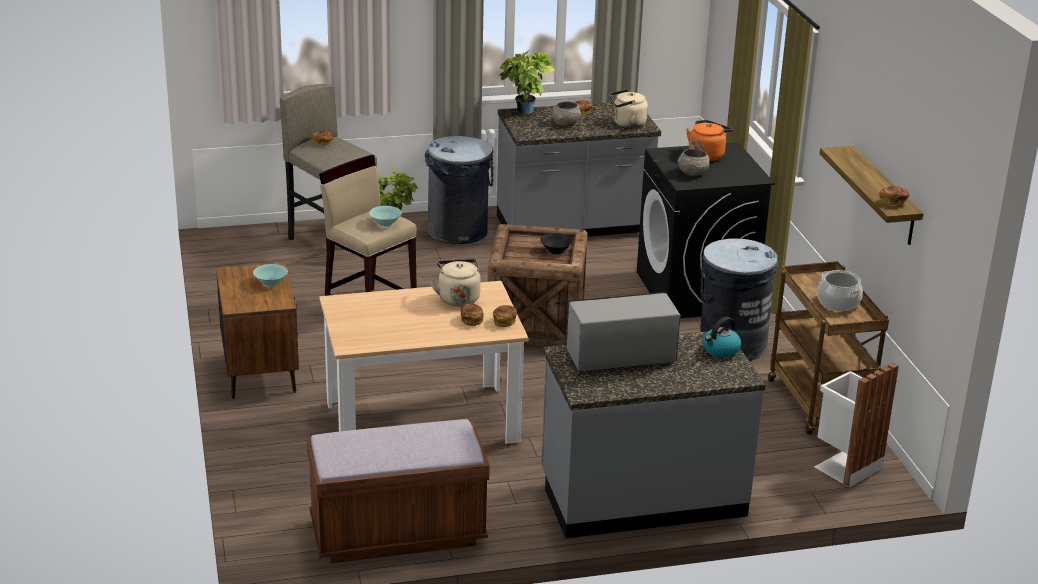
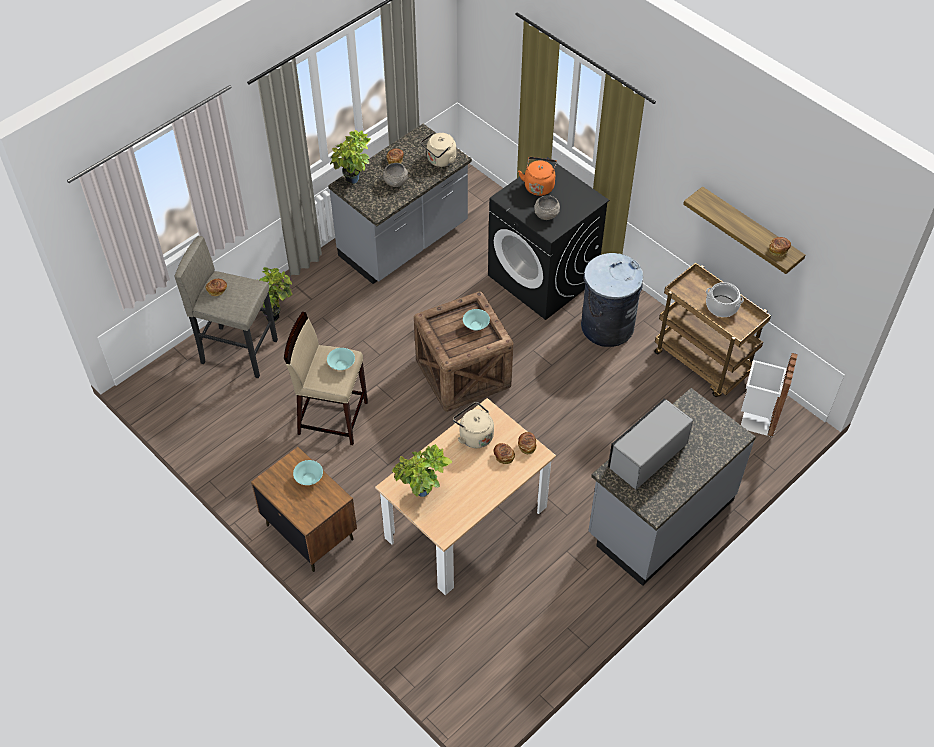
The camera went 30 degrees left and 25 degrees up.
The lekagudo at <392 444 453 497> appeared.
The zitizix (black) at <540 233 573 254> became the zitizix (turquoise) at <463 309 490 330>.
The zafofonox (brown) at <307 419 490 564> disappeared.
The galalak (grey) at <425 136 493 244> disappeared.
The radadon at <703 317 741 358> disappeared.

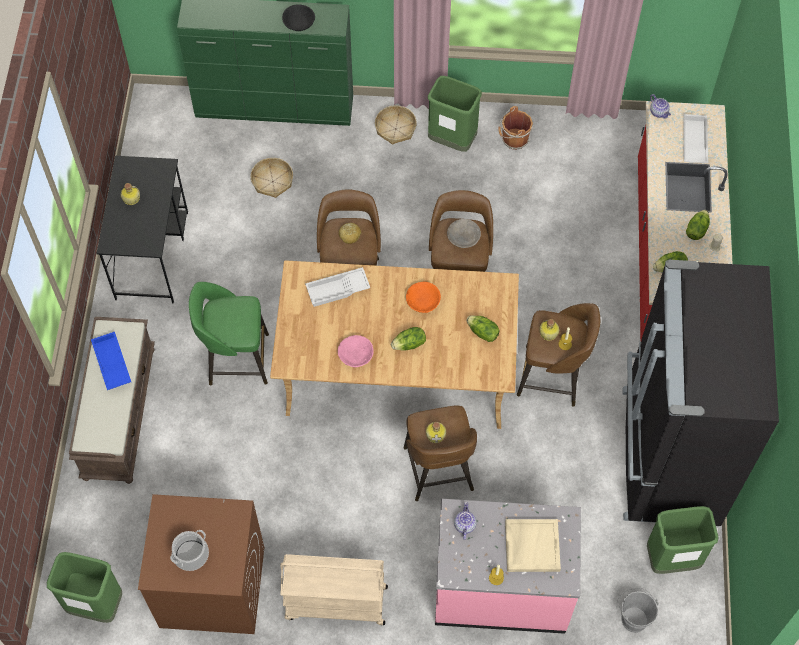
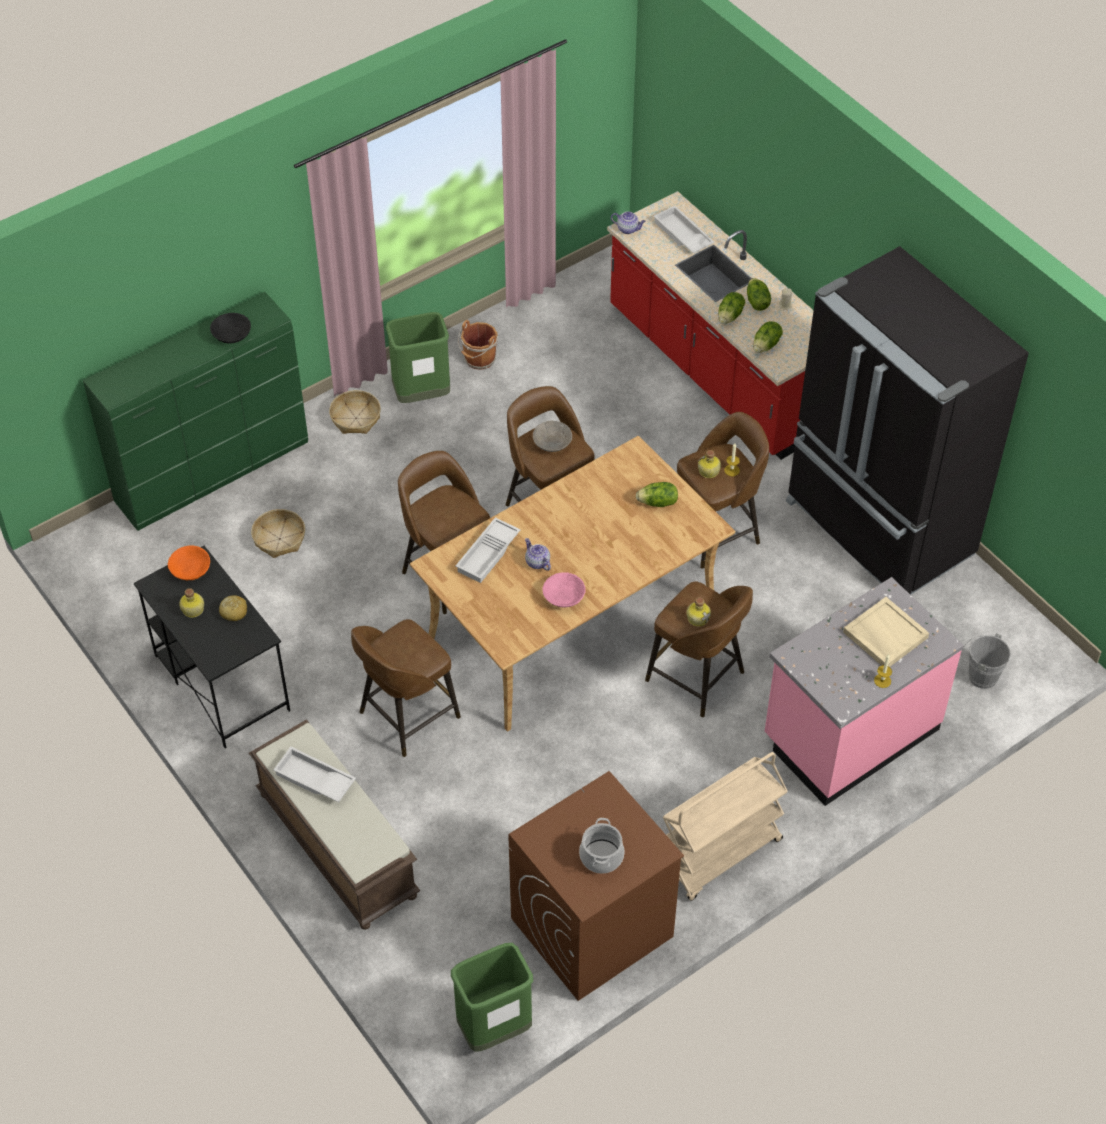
The camera went 40 degrees left and 10 degrees down.
The zitizix (orange) moved from <406 282 441 313> to <168 545 210 580>.
The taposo moved from <339 223 361 244> to <219 595 247 621>.
The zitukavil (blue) at <91 332 131 390> became the zitukavil (white) at <273 747 356 802>.
The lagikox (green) at <189 282 269 386> became the lagikox (brown) at <351 619 461 757>.
The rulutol moved from <454 502 477 540> to <525 538 551 571>.
The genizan moved from <391 327 426 351> to <718 292 745 324>.
The galalak (green) at <647 506 719 574> disappeared.

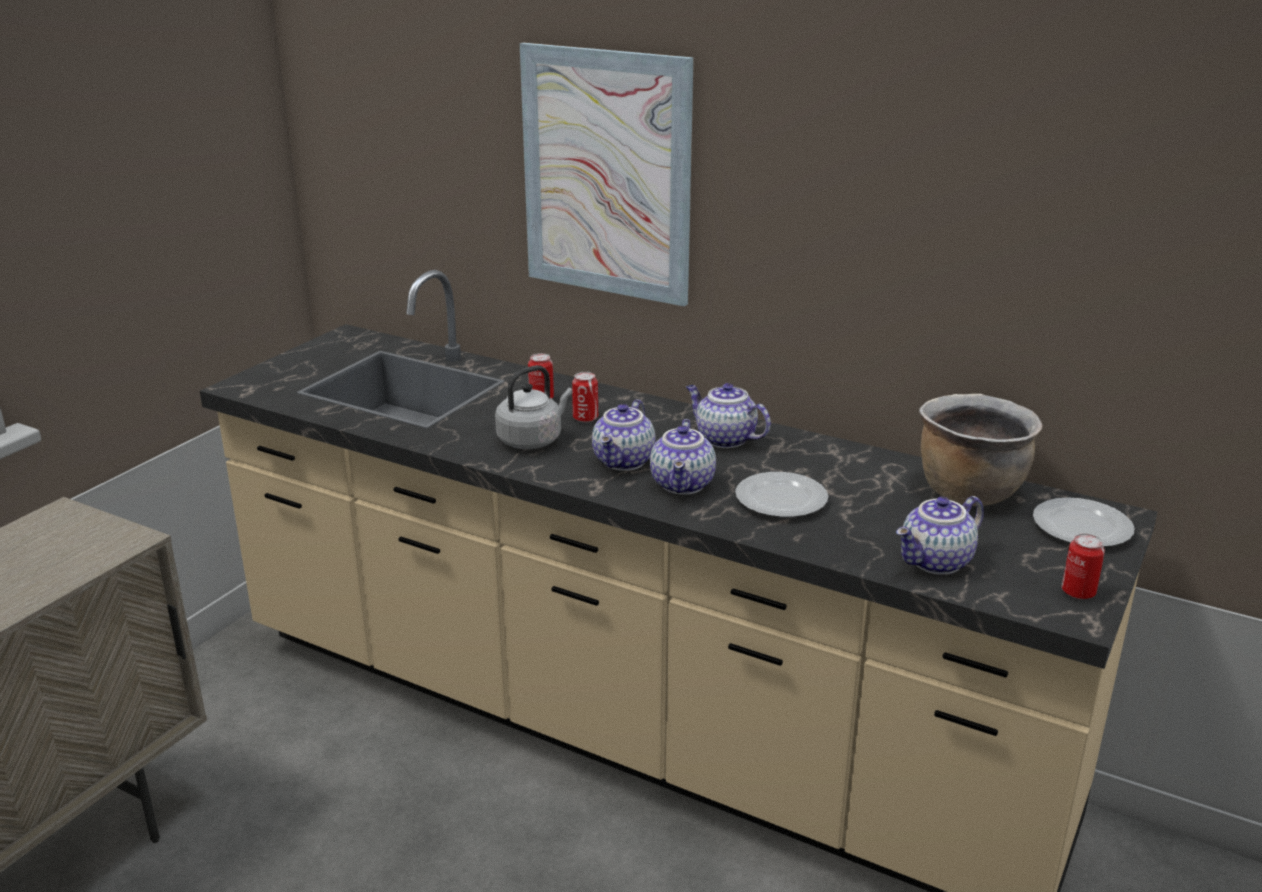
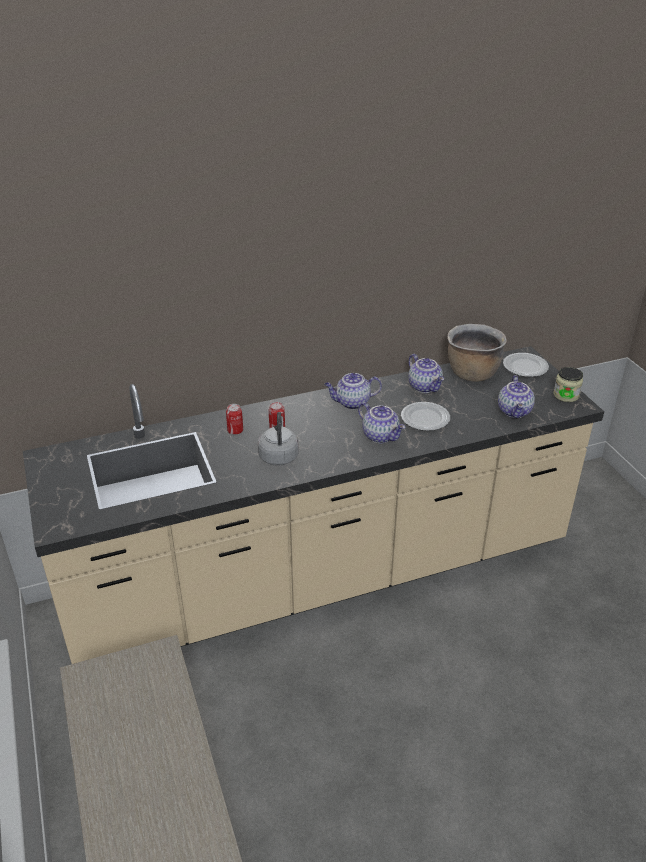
The camera went 50 degrees left and 10 degrees up.
The rulutol moved from <592 399 655 471> to <408 354 444 393>.
The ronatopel at <1061 534 1105 599> was replaced by the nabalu at <553 367 583 402>.
The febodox at <520 43 694 307> disappeared.

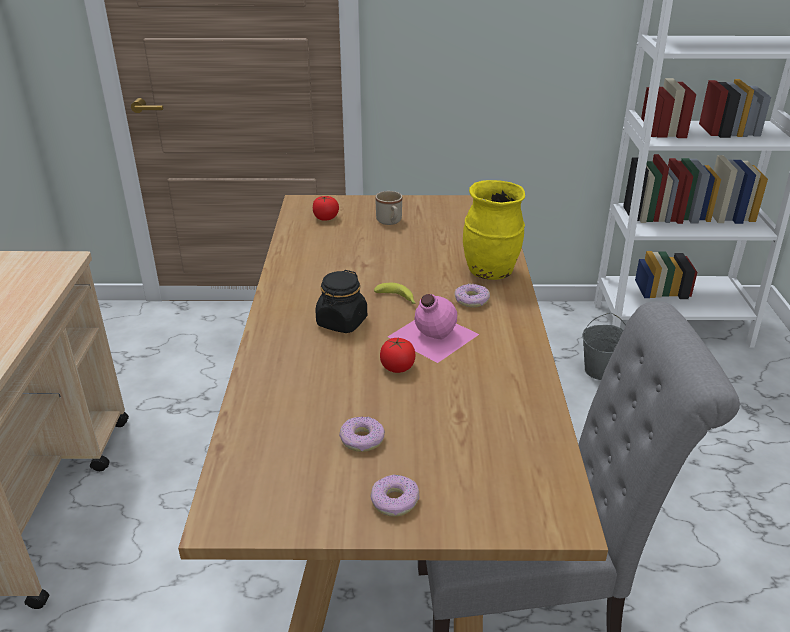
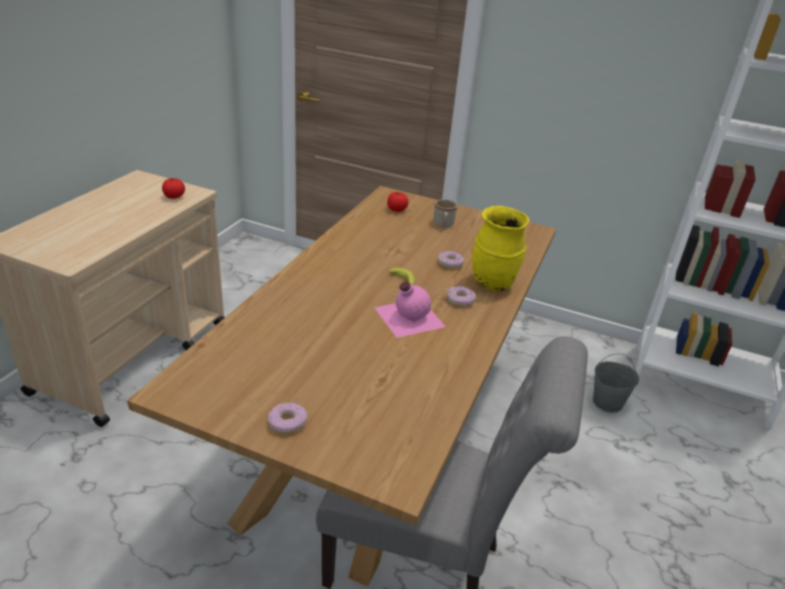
The camera went 20 degrees right and 0 degrees up.
The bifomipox moved from <380 337 415 373> to <162 178 185 199>.
The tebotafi moved from <339 417 385 452> to <438 251 464 269>.
The nabalu (black) at <315 270 367 333> disappeared.

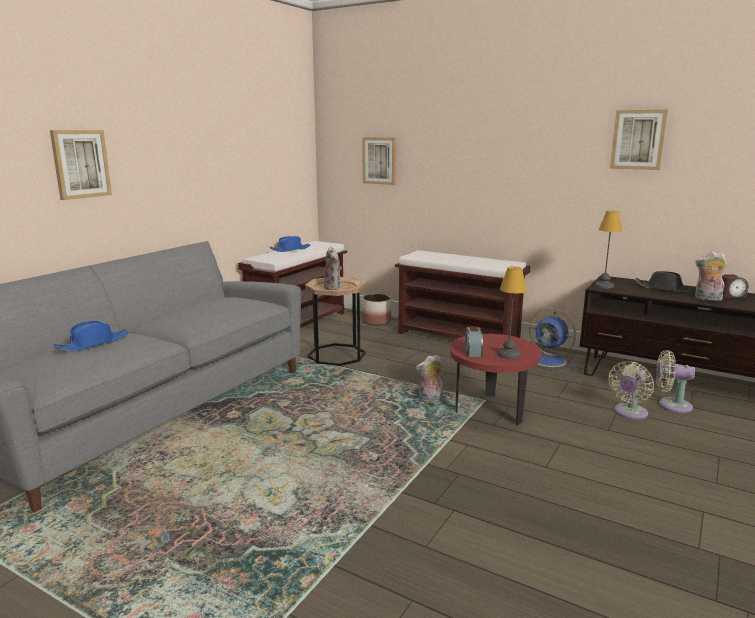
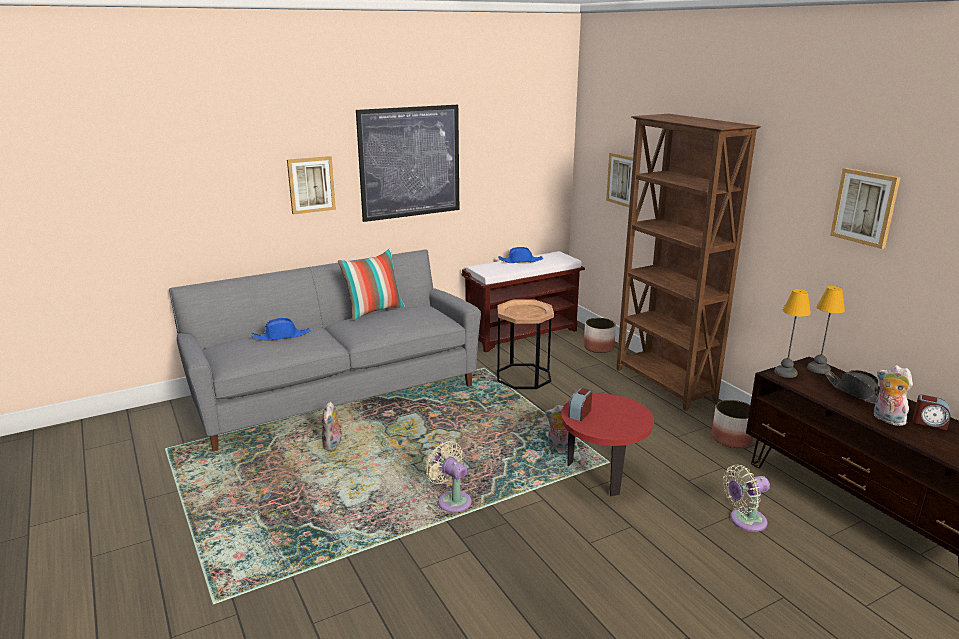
The camera went 30 degrees right and 5 degrees up.
The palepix moved from <324 246 342 290> to <322 402 343 451>.
The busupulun at <338 248 405 321> appeared.
The febodox at <356 105 459 222> appeared.
The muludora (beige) moved from <656 350 695 413> to <425 441 472 513>.
The zafofonox (brown) at <395 250 530 339> was replaced by the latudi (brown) at <616 114 761 411>.
The muludora (blue) at <529 308 576 371> was replaced by the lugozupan at <712 400 753 448>.
The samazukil moved from <498 267 527 359> to <807 286 845 374>.

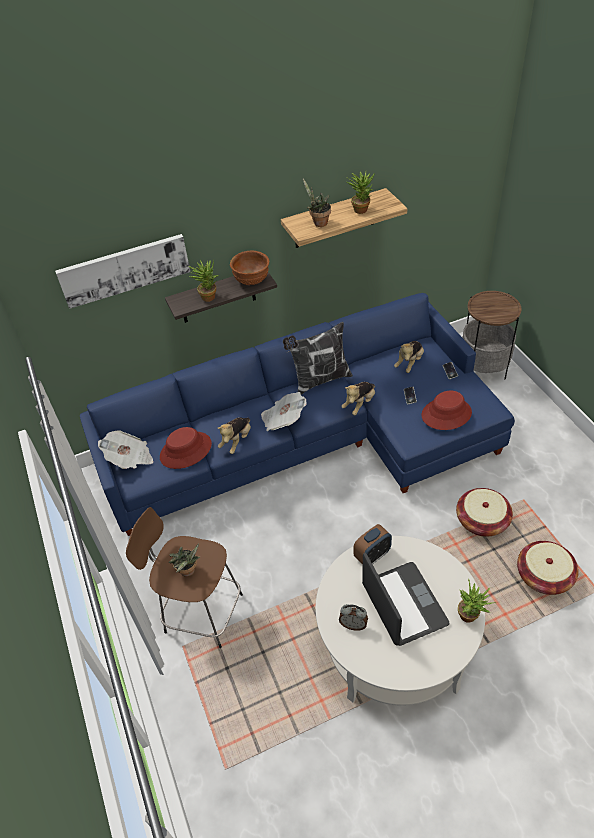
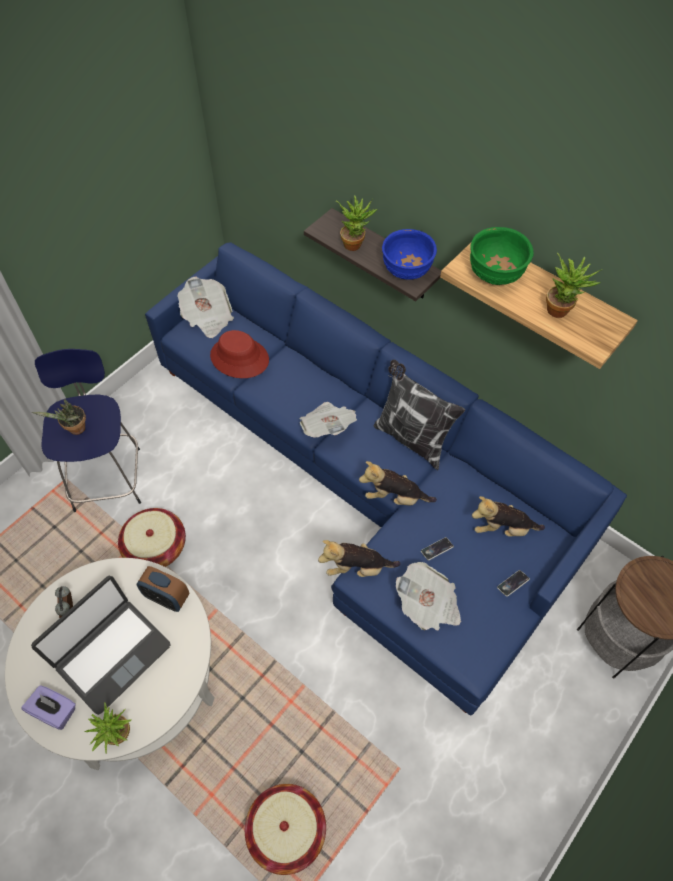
The camera went 60 degrees right and 10 degrees up.
The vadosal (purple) at <21 685 76 730> appeared.
The lagikox (brown) at <126 507 243 648> became the lagikox (blue) at <35 349 141 512>.
The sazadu moved from <456 488 513 537> to <118 508 186 567>.
The palepix moved from <218 417 251 454> to <318 540 401 577>.
The zitizix (brown) at <230 250 269 285> became the zitizix (blue) at <382 229 437 280>.
The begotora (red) at <421 391 472 430> was replaced by the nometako at <396 562 461 630>.
The lekagudo at <303 178 331 227> was replaced by the zitizix (green) at <470 227 533 285>.
The febodox at <55 234 190 309> disappeared.

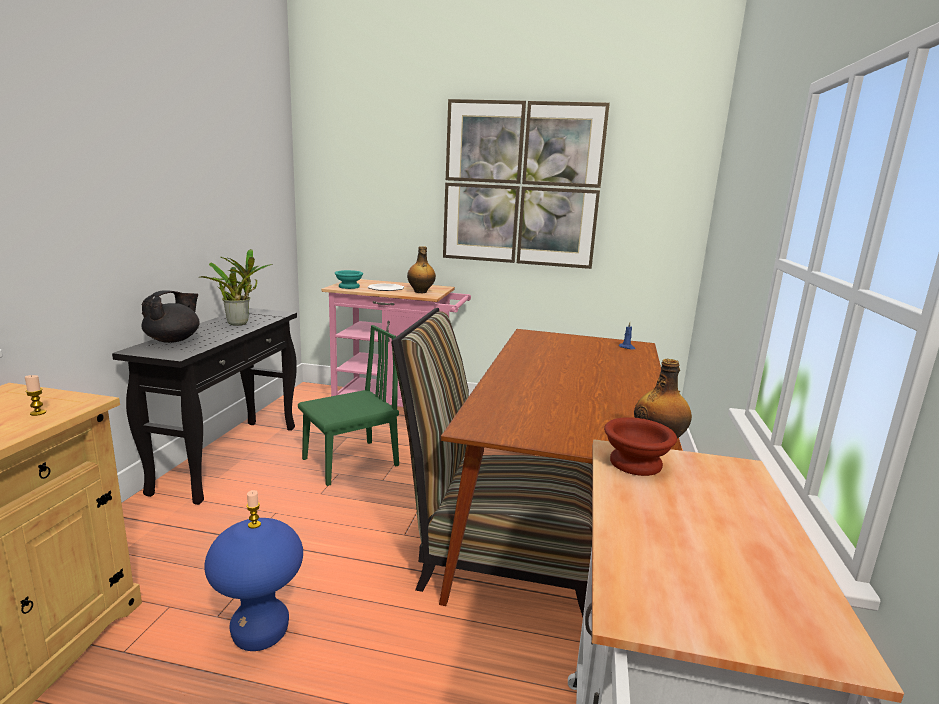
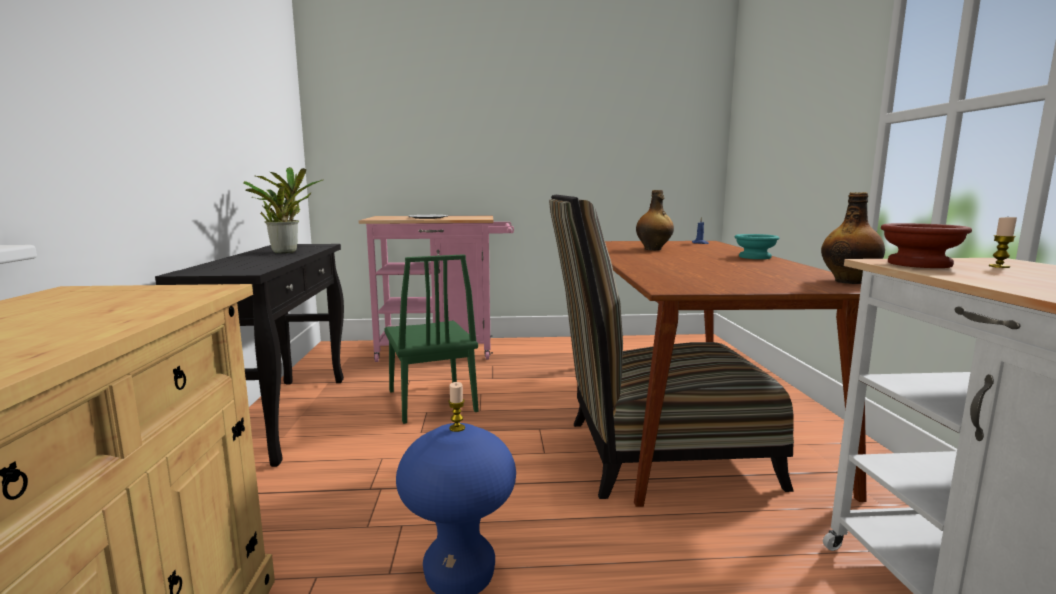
The camera went 15 degrees left and 5 degrees down.
The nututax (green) at <298 325 399 486> turned 120 degrees clockwise.
The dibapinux moved from <407 246 436 293> to <636 190 674 250>.
The zitizix (turquoise) moved from <335 270 363 289> to <735 234 779 259>.
The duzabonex moved from <25 375 46 416> to <989 217 1017 268>.
The rulutol (black) at <141 290 200 343> disappeared.
The febodox at <443 99 610 269> disappeared.

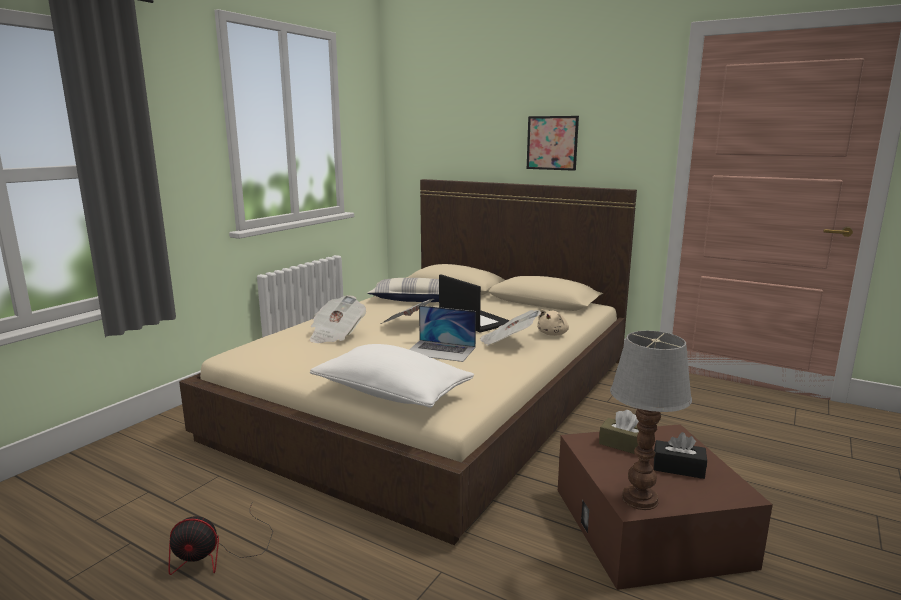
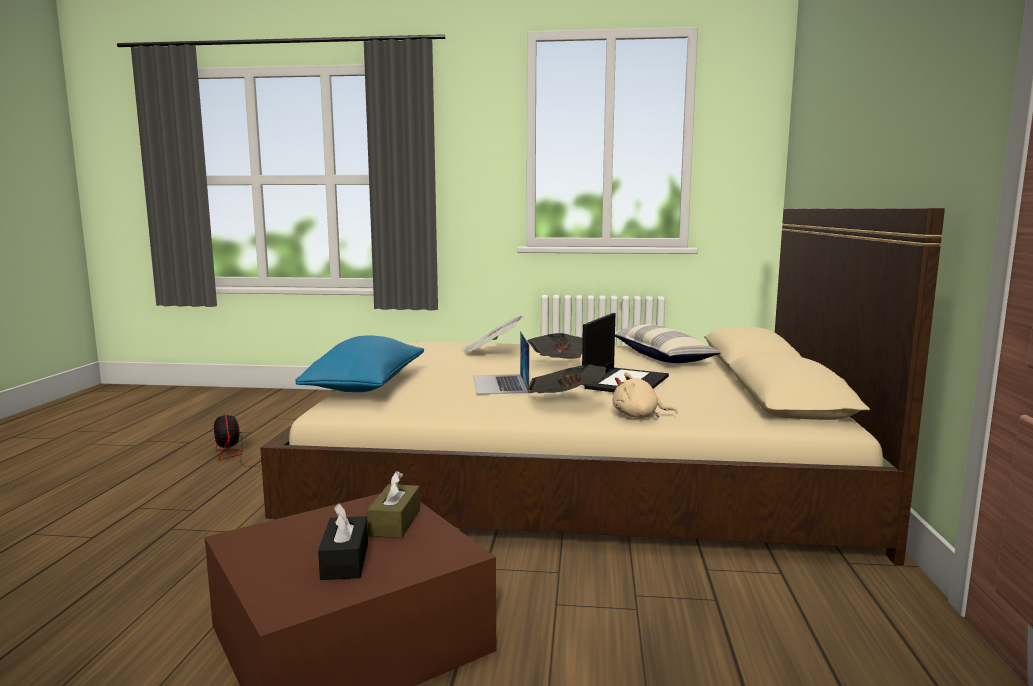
The camera went 65 degrees right and 5 degrees down.
The busupulun (white) at <310 344 474 408> became the busupulun (blue) at <295 335 424 392>.
The febodox at <527 116 579 171> disappeared.
The samazukil at <610 331 692 510> disappeared.

